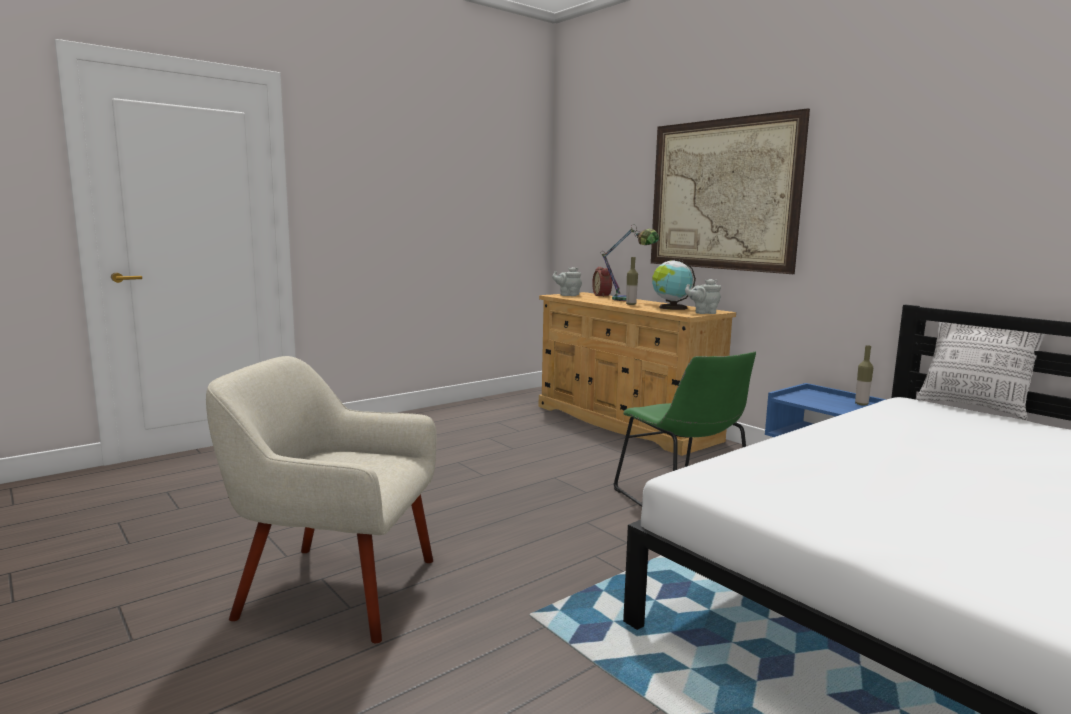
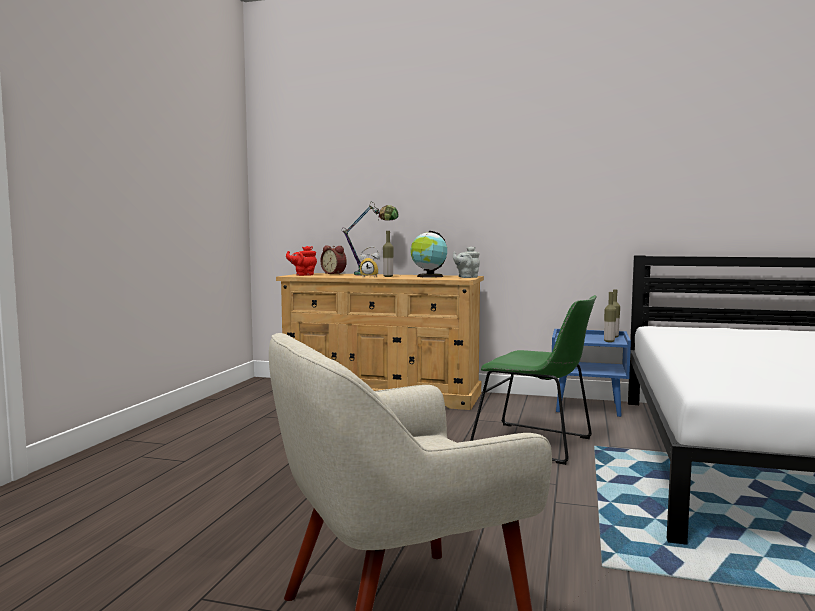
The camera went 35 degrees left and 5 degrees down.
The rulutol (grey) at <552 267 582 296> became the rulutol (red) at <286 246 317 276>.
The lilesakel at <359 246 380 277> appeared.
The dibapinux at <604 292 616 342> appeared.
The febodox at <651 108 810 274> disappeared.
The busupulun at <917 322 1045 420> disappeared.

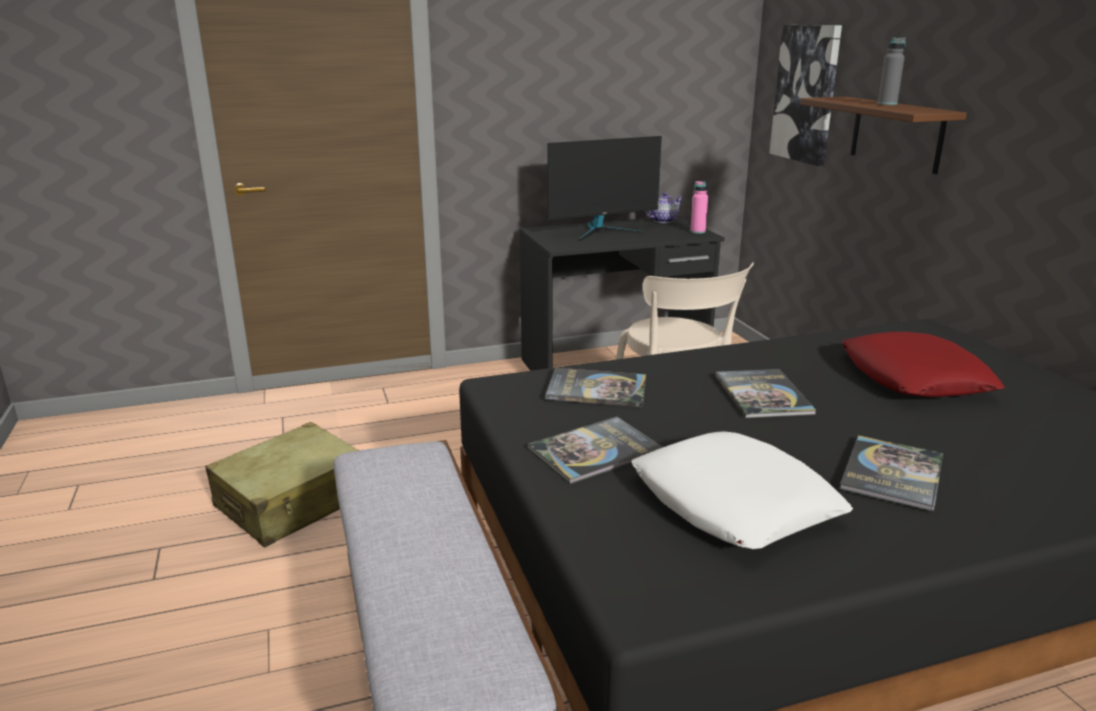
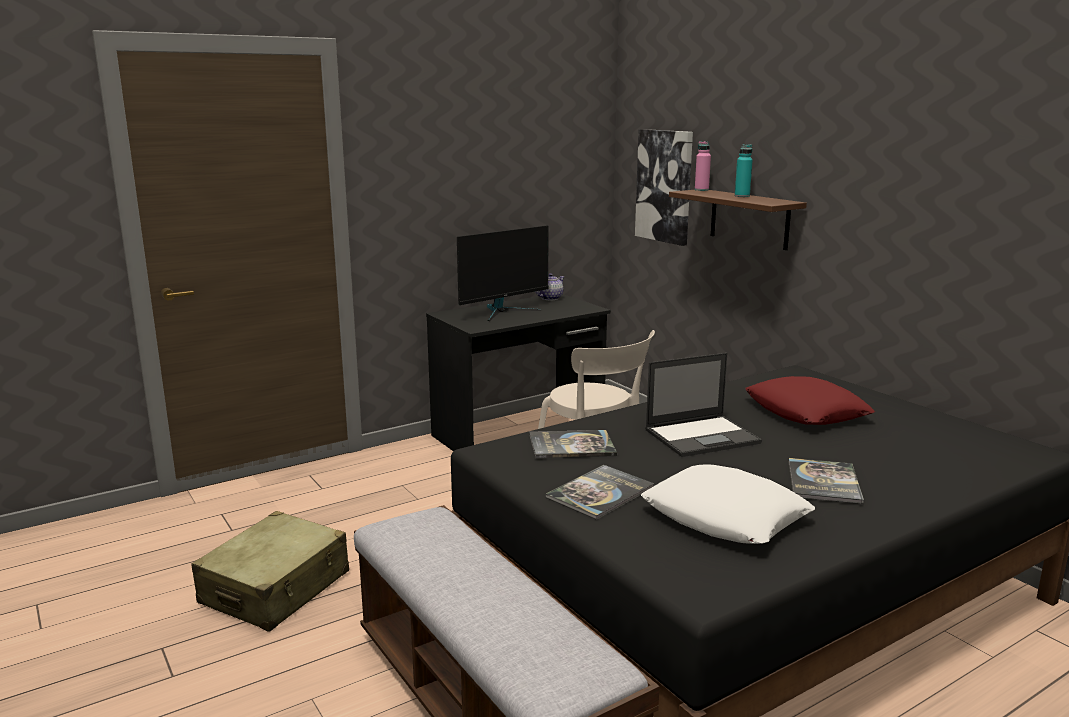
The camera went 15 degrees left and 5 degrees down.
The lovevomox at <715 369 816 418> was replaced by the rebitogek at <645 353 762 457>.
The dibapinux (pink) moved from <690 181 708 234> to <695 141 711 191>.
The dibapinux (grey) at <878 37 906 105> became the dibapinux (turquoise) at <735 144 753 197>.

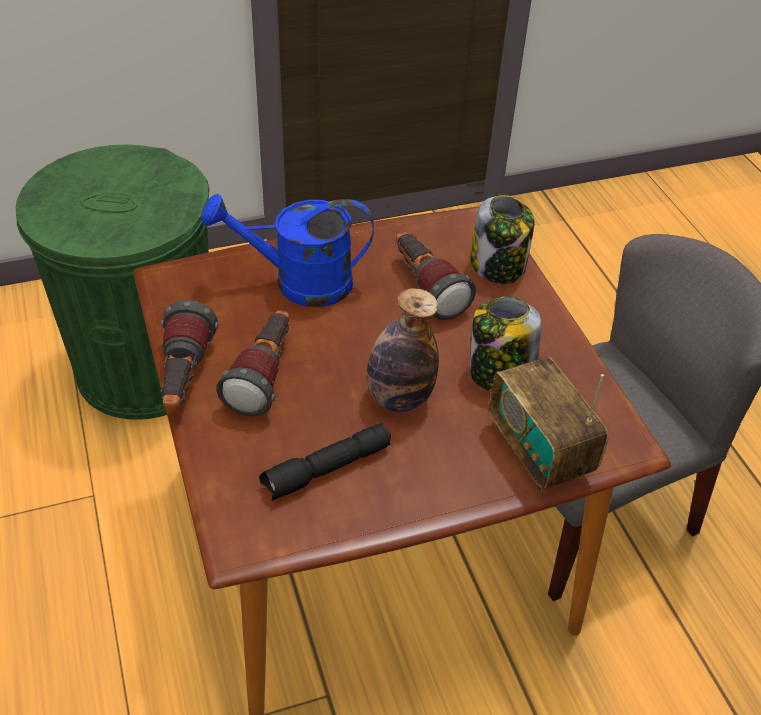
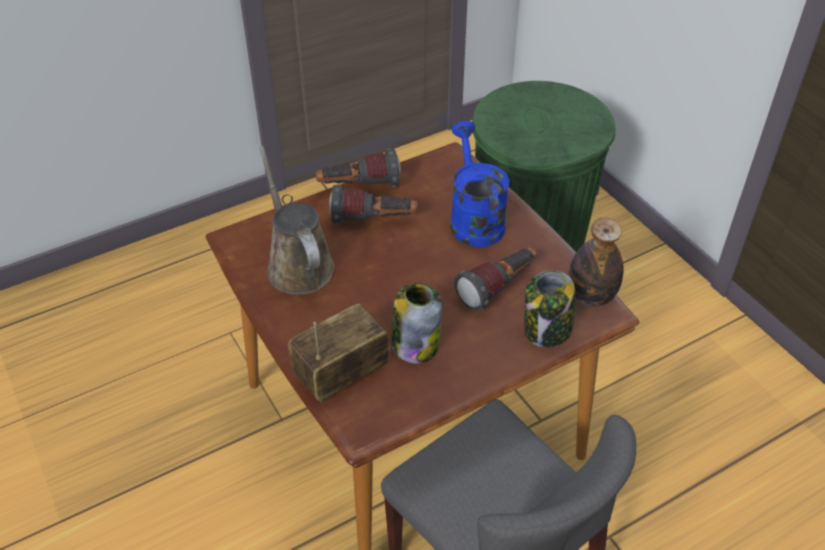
The camera went 80 degrees right and 0 degrees up.
The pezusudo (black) at <259 423 391 501> was replaced by the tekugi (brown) at <259 146 335 295>.
The dibapinux moved from <367 288 439 412> to <568 218 624 307>.

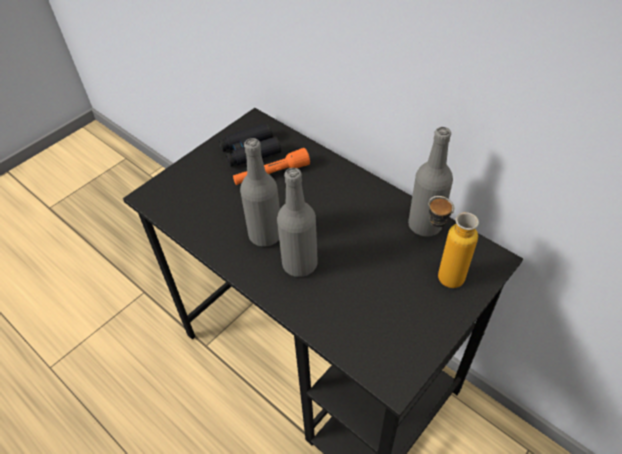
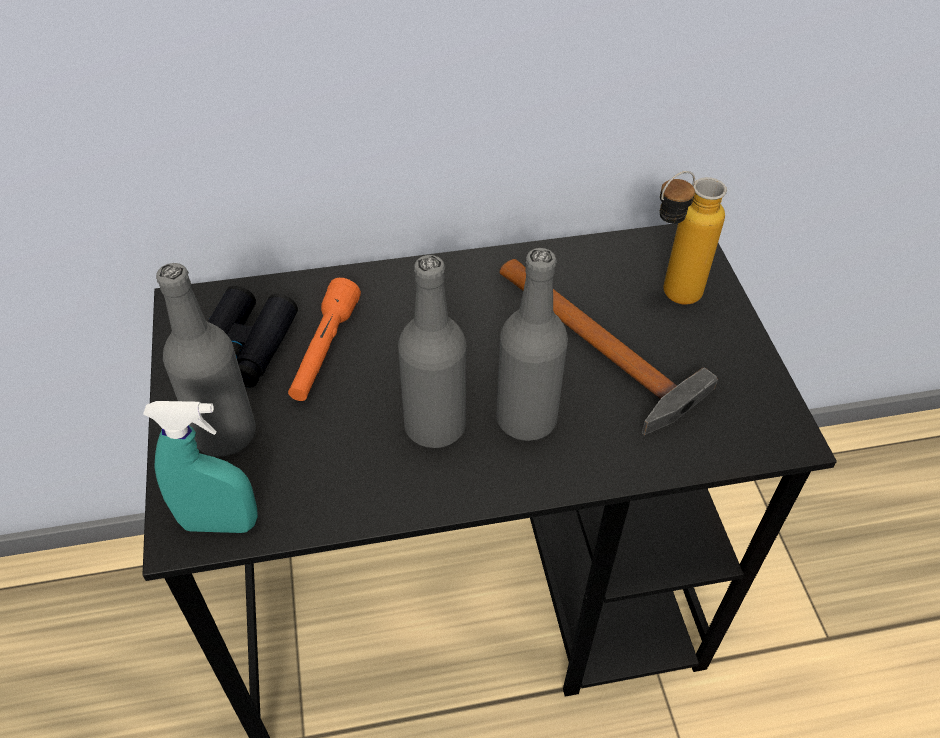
The camera went 55 degrees left and 0 degrees up.
The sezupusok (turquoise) at <143 401 258 533> appeared.
The dibapinux (grey) moved from <408 127 453 237> to <156 263 256 457>.
The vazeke at <500 259 718 435> appeared.

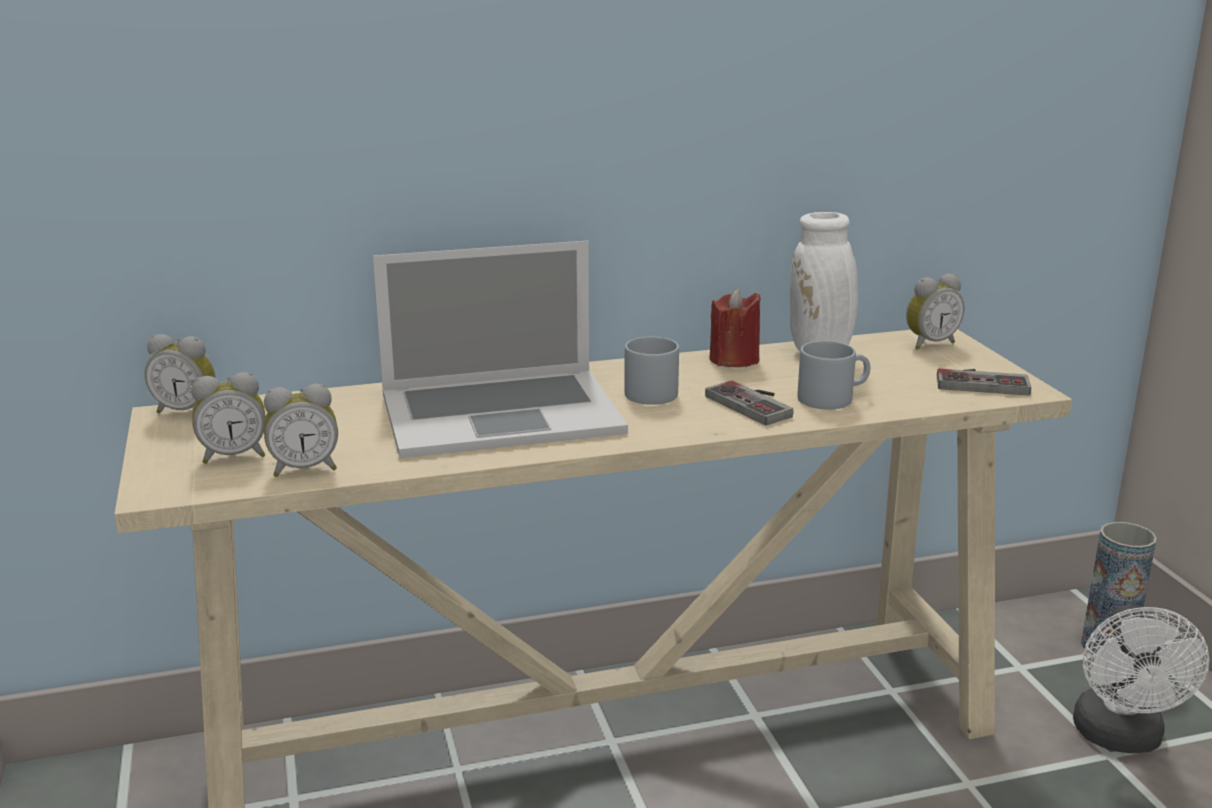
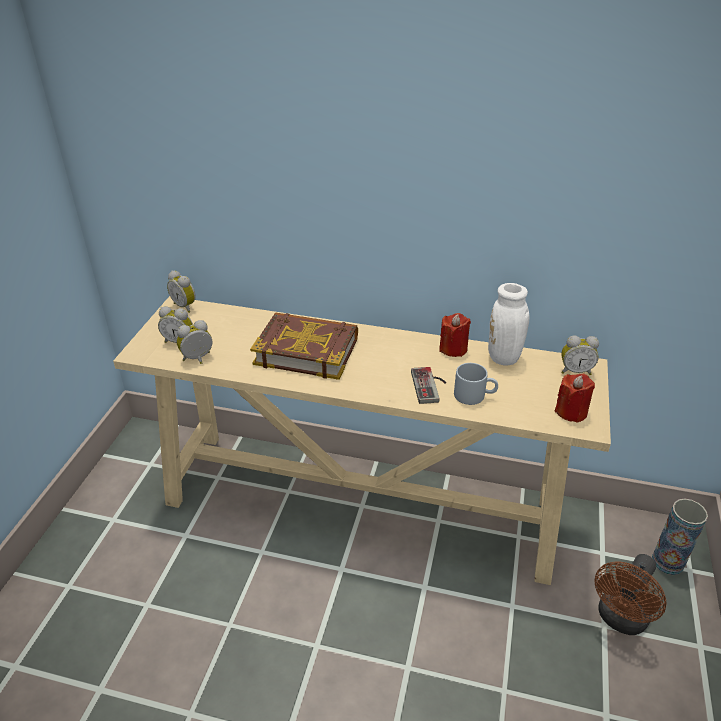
The camera went 30 degrees right and 15 degrees up.
The lilesakel at <264 384 338 477> turned 135 degrees clockwise.
The rebitogek at <373 241 628 458> was replaced by the lovevomox at <250 312 358 380>.
The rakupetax at <937 369 1031 396> was replaced by the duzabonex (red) at <555 373 595 423>.
The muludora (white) at <1073 605 1209 753> became the muludora (brown) at <594 554 666 635>.
The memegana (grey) at <624 337 679 405> disappeared.

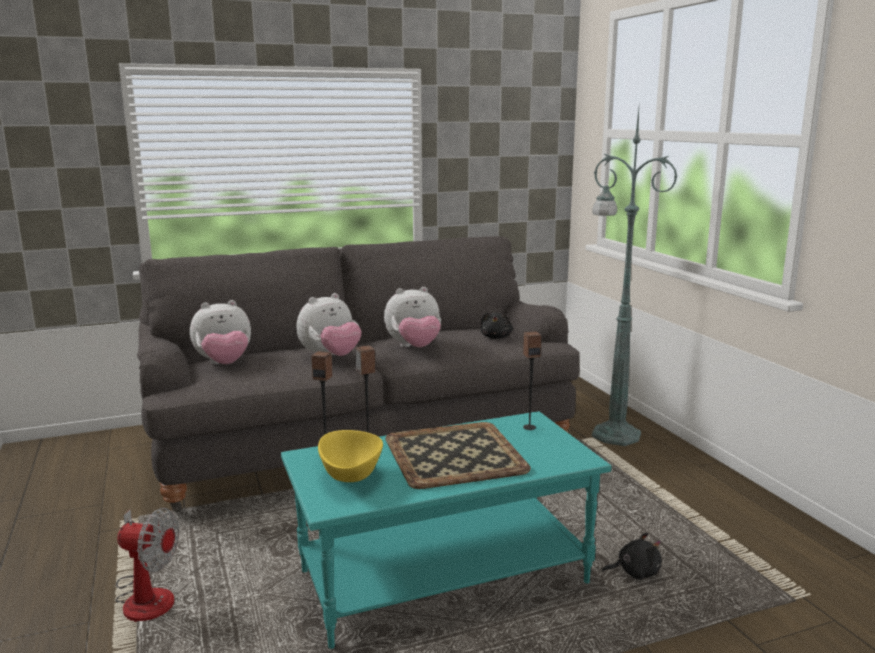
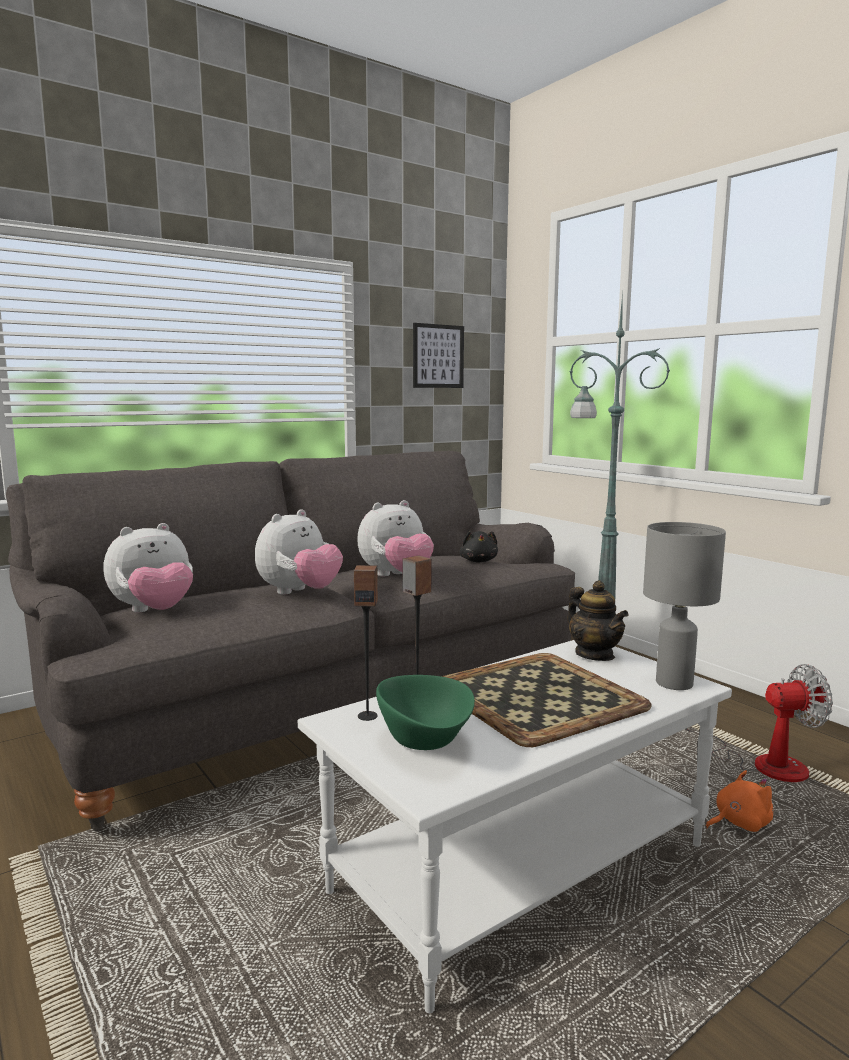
The camera went 15 degrees left and 5 degrees down.
The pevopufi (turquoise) at <281 411 612 649> became the pevopufi (white) at <298 640 732 1013>.
The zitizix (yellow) at <318 430 383 482> became the zitizix (green) at <376 675 475 750>.
The febodox at <413 323 464 388> appeared.
The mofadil at <523 331 541 430> was replaced by the rulutol at <567 580 629 661>.
The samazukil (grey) at <643 522 726 690> appeared.
The muludora moved from <116 508 179 622> to <686 664 833 782>.
The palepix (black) at <602 532 662 580> became the palepix (orange) at <706 770 773 832>.

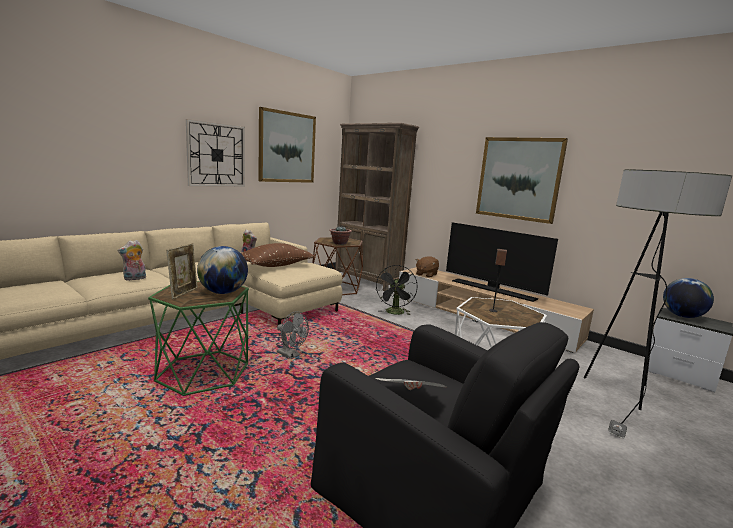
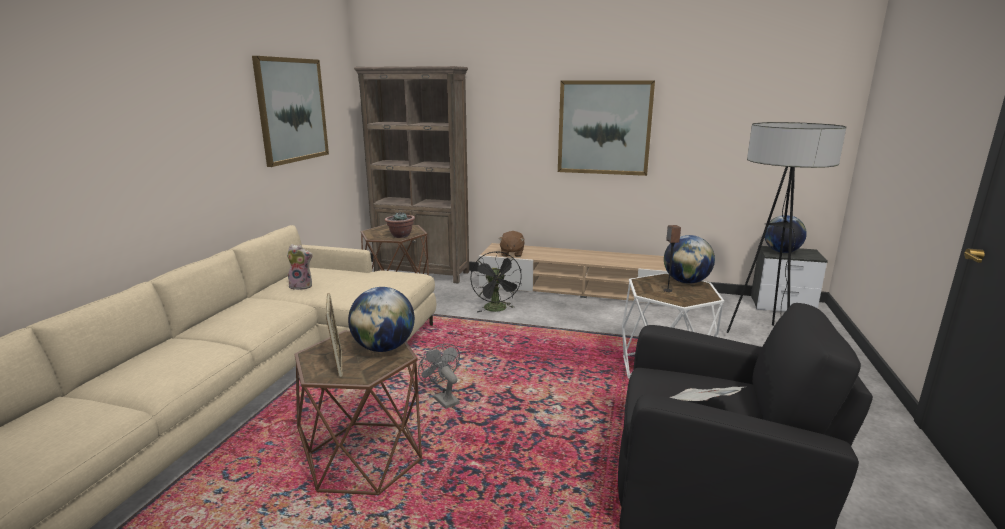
The camera went 25 degrees left and 5 degrees up.
The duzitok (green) at <148 281 249 396> became the duzitok (brown) at <294 330 422 495>.
The muludora (grey) at <277 311 309 359> turned 135 degrees counterclockwise.
The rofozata at <664 235 715 284> appeared.
The palepix at <118 240 146 280> disappeared.
The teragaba at <186 119 245 187> disappeared.
The busupulun (brown) at <241 243 315 267> disappeared.
The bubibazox at <446 222 558 302> disappeared.

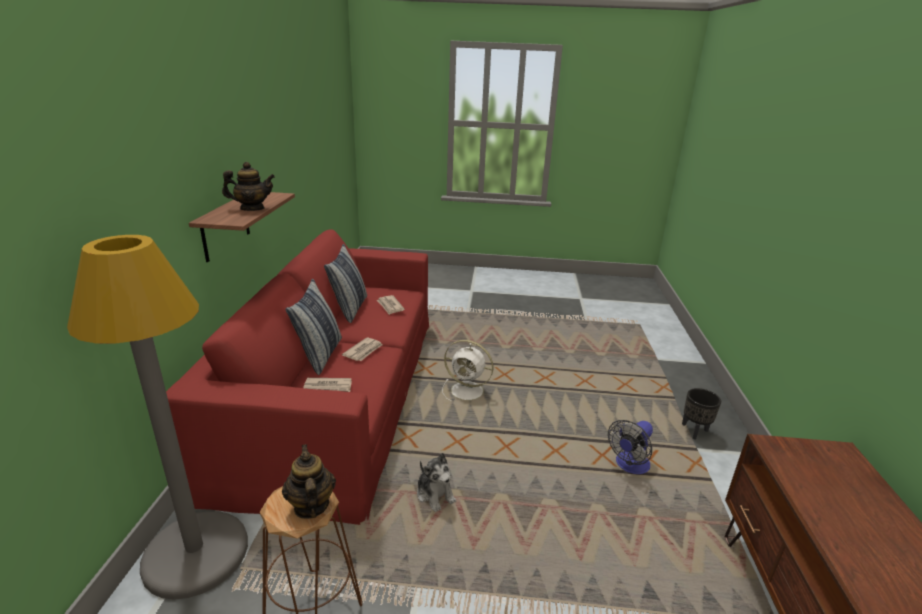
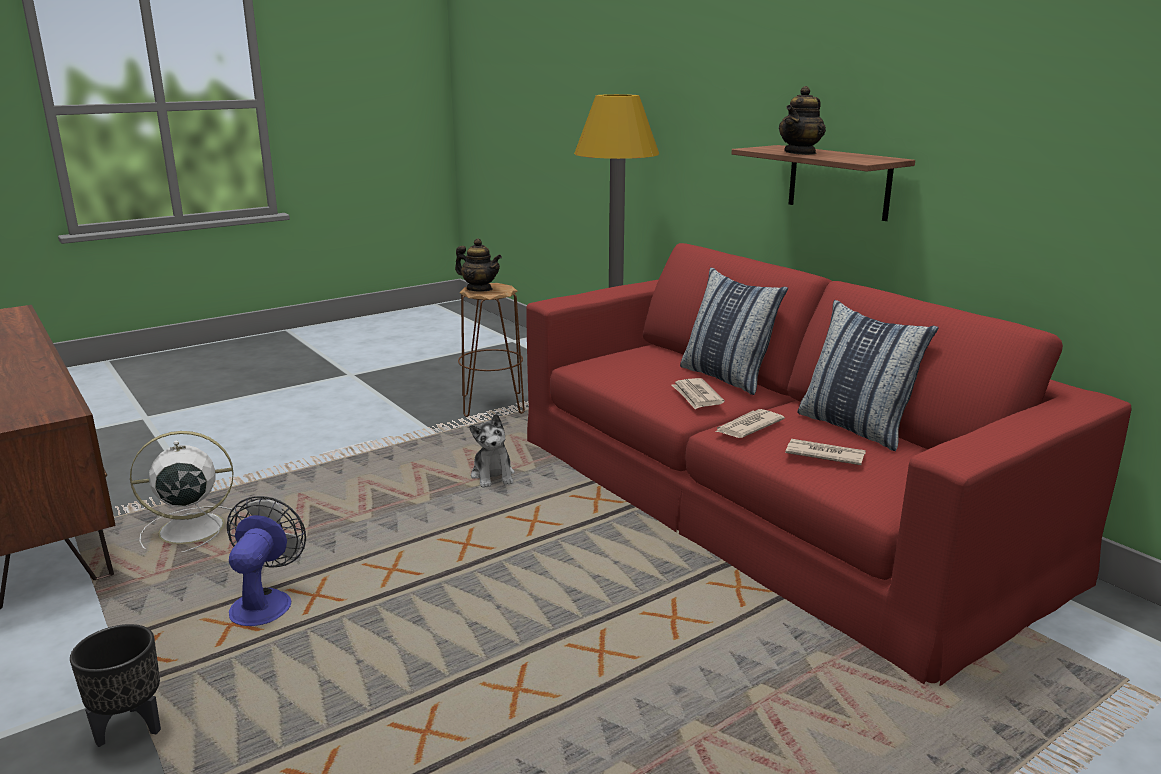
The camera went 140 degrees right and 5 degrees down.
The muludora (white) moved from <442 340 494 401> to <130 431 241 552>.
The palepix at <417 453 456 512> turned 120 degrees counterclockwise.
The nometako moved from <303 378 352 392> to <715 409 785 438>.

